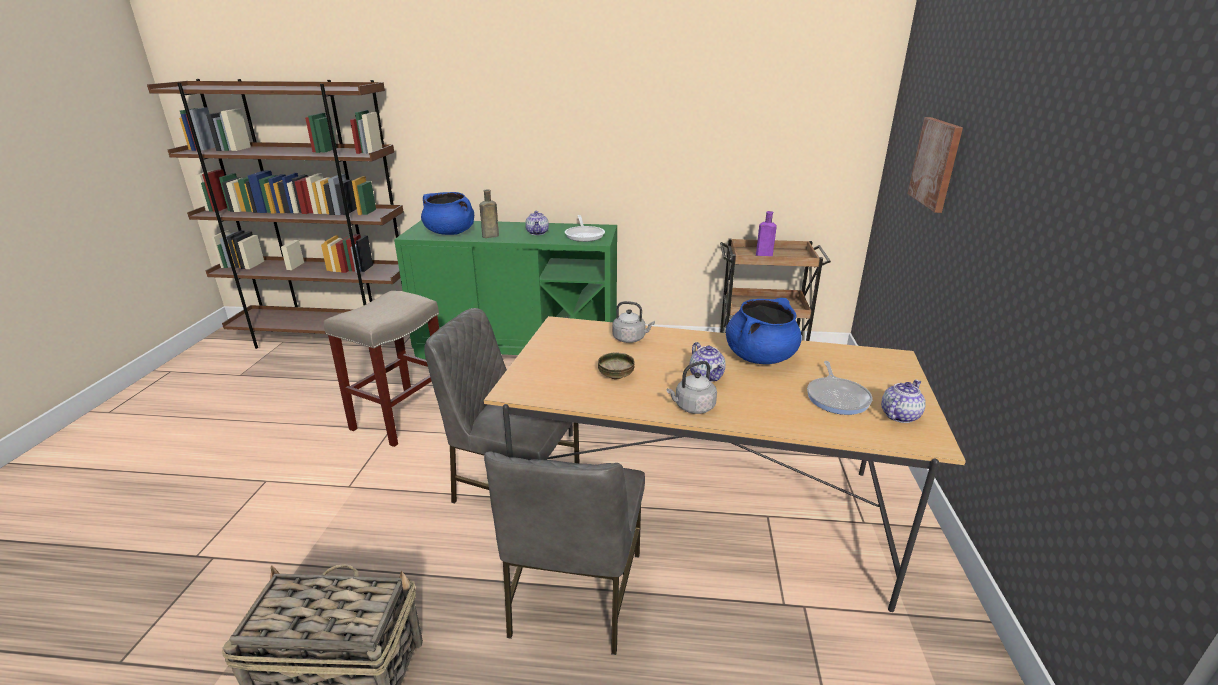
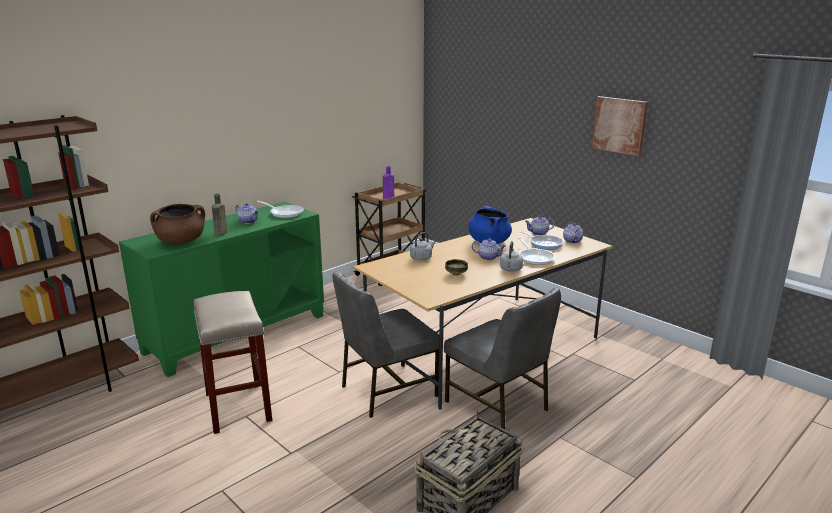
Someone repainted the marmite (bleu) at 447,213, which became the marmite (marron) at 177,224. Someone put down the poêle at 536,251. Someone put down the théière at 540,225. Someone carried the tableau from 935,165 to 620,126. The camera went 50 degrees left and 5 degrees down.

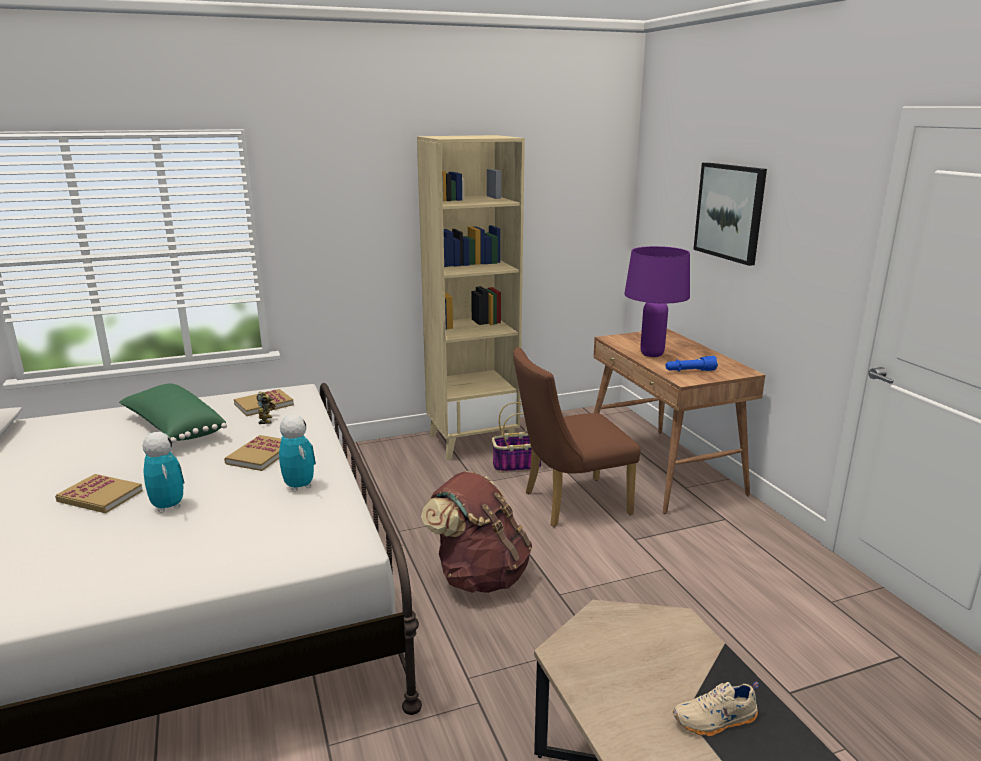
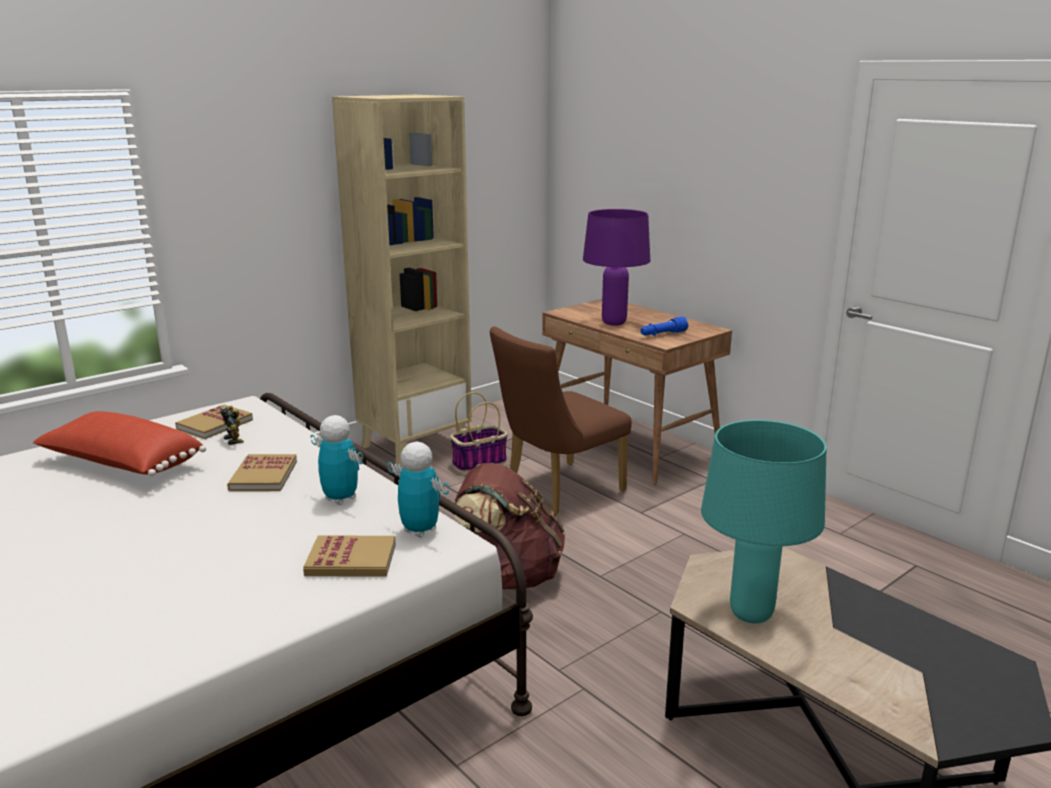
Someone repainted the coussin (vert) at 173,413, which became the coussin (rouge) at 119,443. Someone carried the livre from 99,493 to 349,556. Someone carried the robot jouet from 163,472 to 418,489. Someone put down the lampe de table (turquoise) at 763,521. Someone took away the chaussure (beige) at 716,708. Someone took away the tableau at 730,214. The camera went 20 degrees left and 0 degrees up.

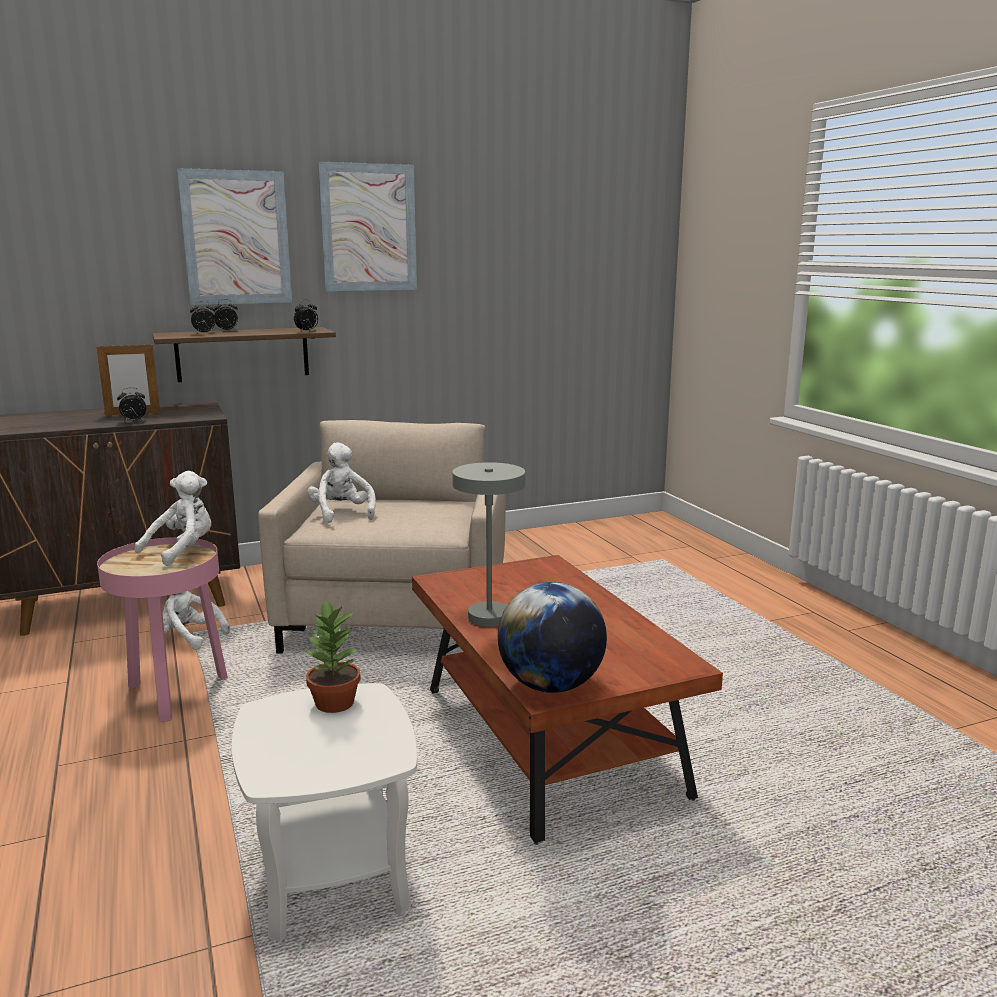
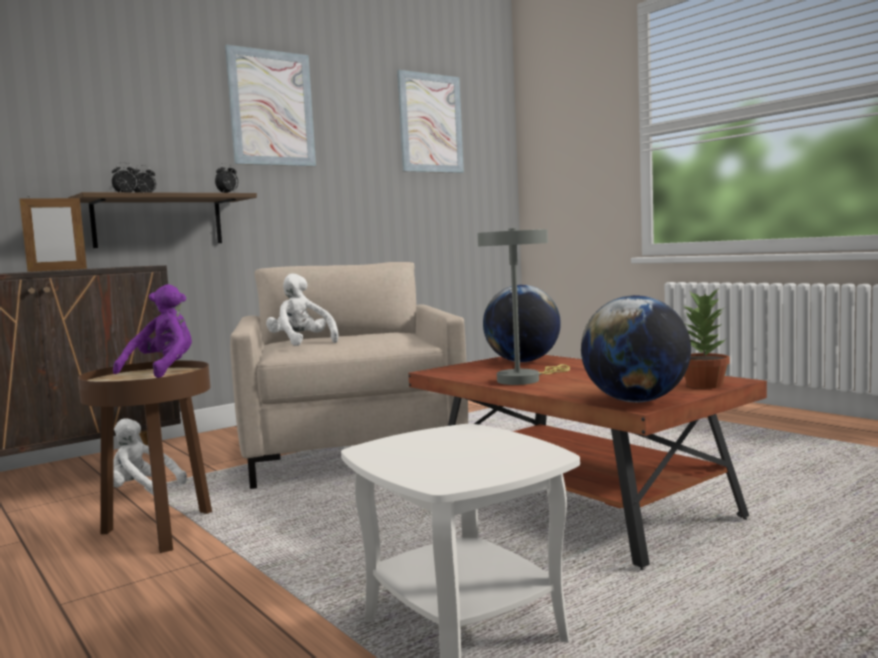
Someone repainted the table d'appoint (rose) at 162,629, which became the table d'appoint (marron) at 145,456. Someone repainted the peluche (blanc) at 173,518, which became the peluche (violet) at 152,331. Someone carried the tableau from 234,236 to 430,121. Someone put down the globe at 522,323. Someone carried the plante en pot from 332,656 to 706,338. Someone took away the réveil at 131,404. The camera went 15 degrees left and 10 degrees down.

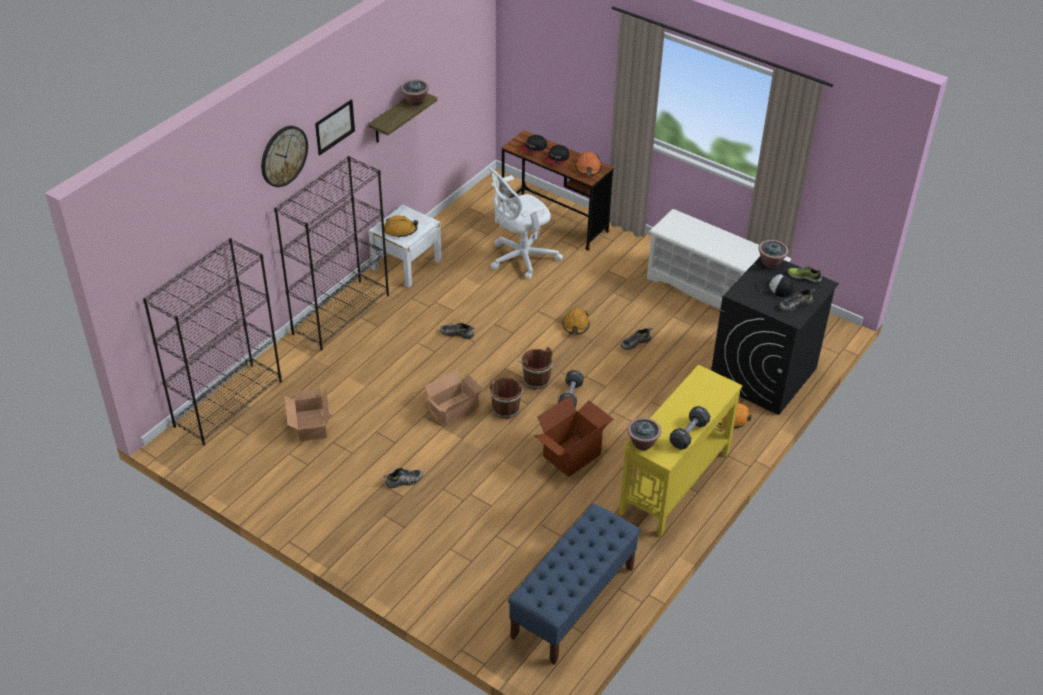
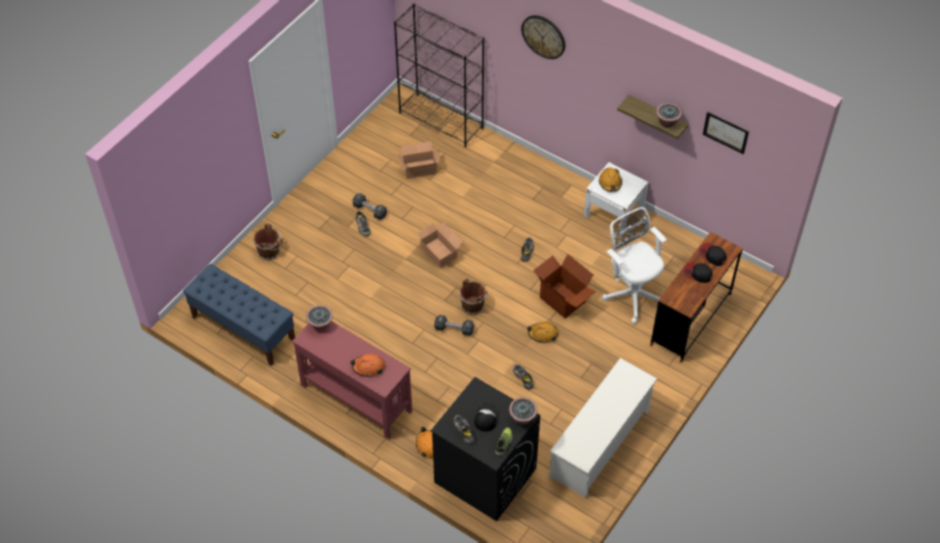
Someone carried the seau (marron) from 507,397 to 268,242. Someone repainted the table console (jaune) at 681,451, which became the table console (rouge) at 352,380. Someone carried the casque de chantier (orange) from 588,163 to 367,365. Someone carried the haltère (noir) from 689,428 to 370,206. Someone carried the carton from 573,436 to 564,286. Someone carried the tableau from 335,127 to 726,133. Someone took away the bibliothèque (noir) at 331,253. The camera went 90 degrees right and 10 degrees up.

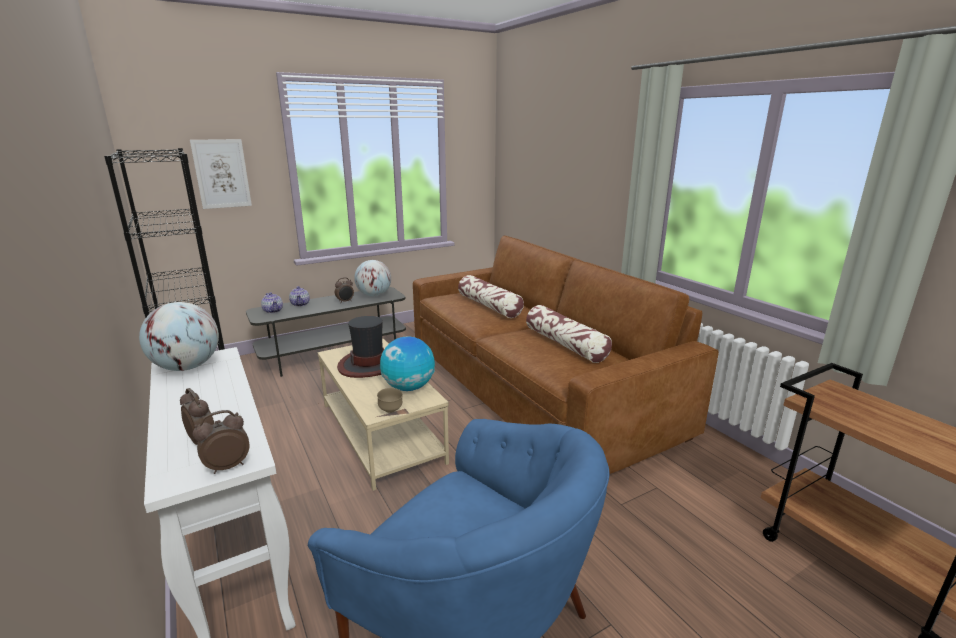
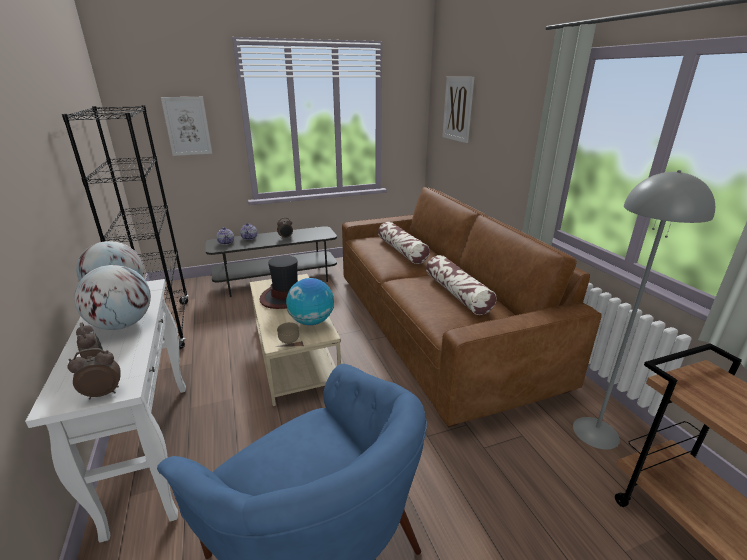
Someone carried the globe from 372,278 to 112,297. Someone put up the tableau at 458,110. Someone put down the lampadaire (gris) at 644,310. The camera went 10 degrees right and 5 degrees up.

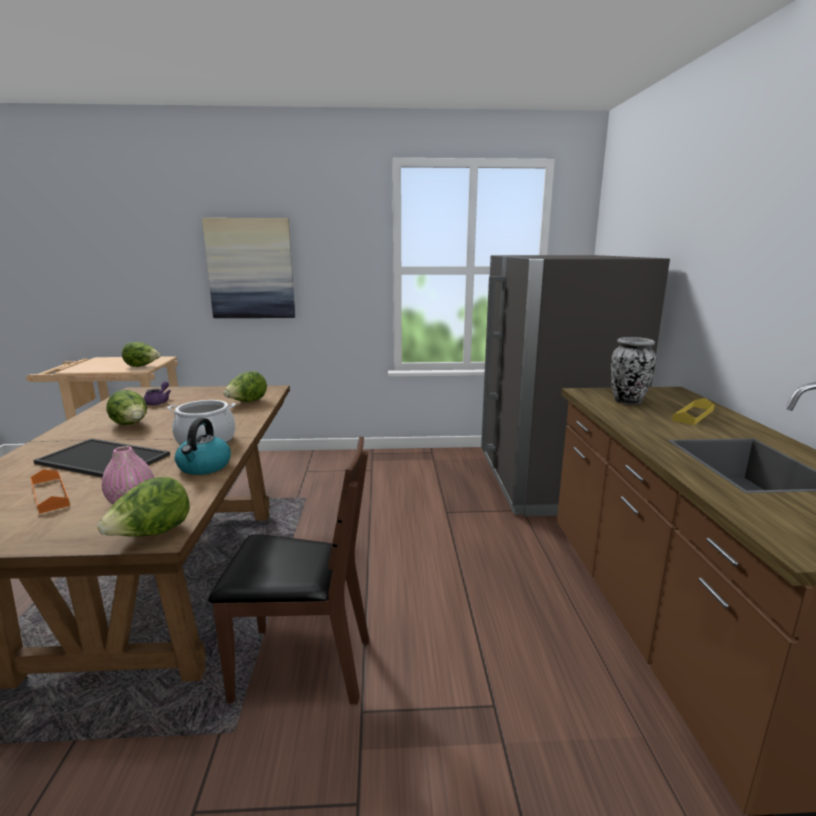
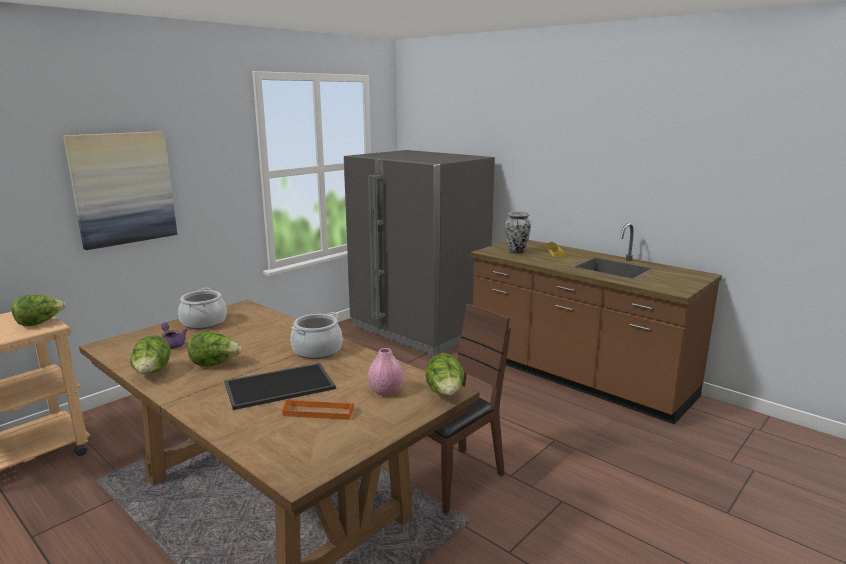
Someone carried the laitue from 245,386 to 150,354. Someone put down the marmite at 202,308. Someone took away the bouilloire at 203,446. The camera went 45 degrees left and 0 degrees up.

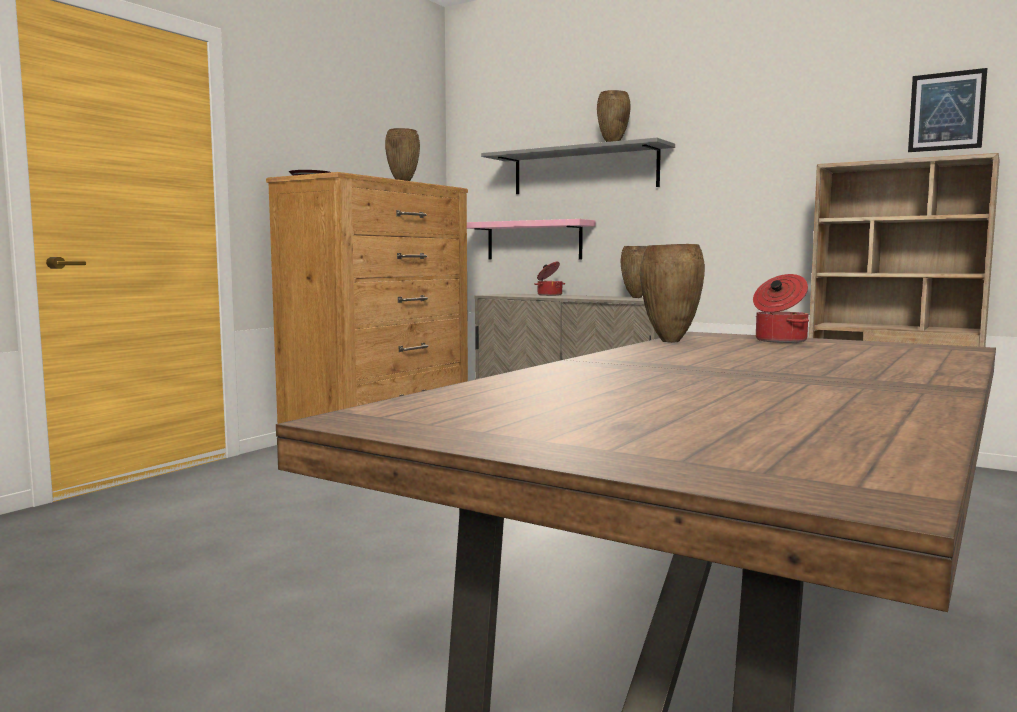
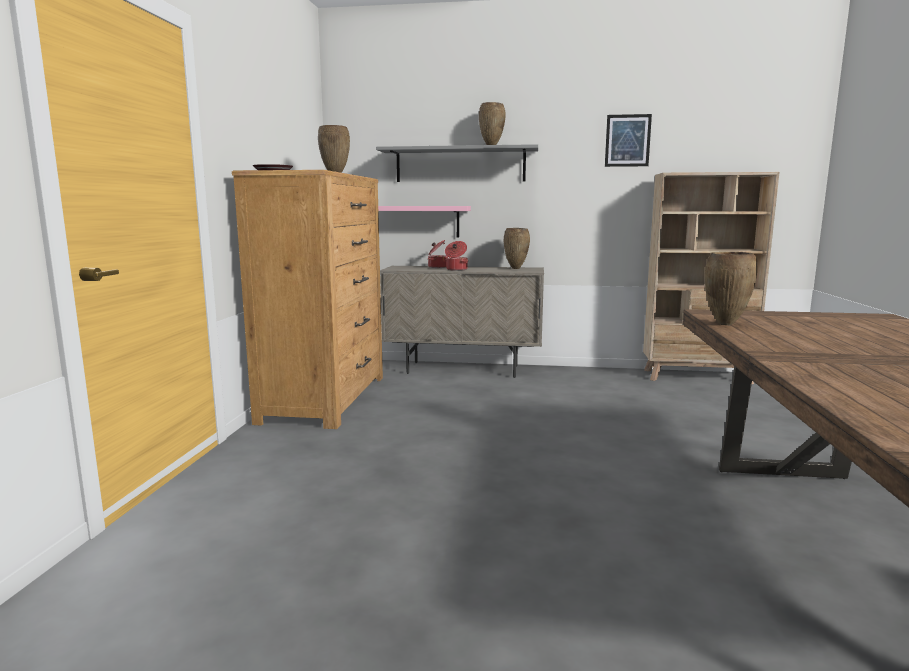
Someone carried the marmite from 781,308 to 456,256. Someone carried the tableau from 947,110 to 628,140. The camera went 25 degrees left and 5 degrees up.

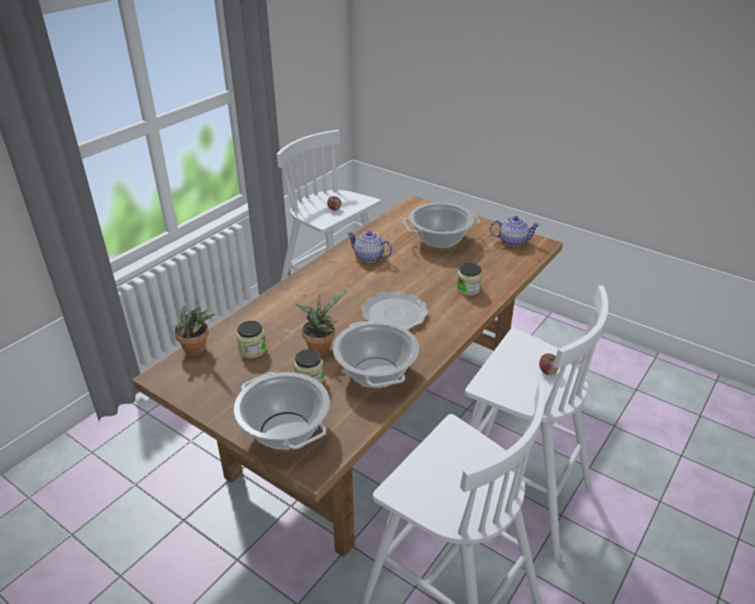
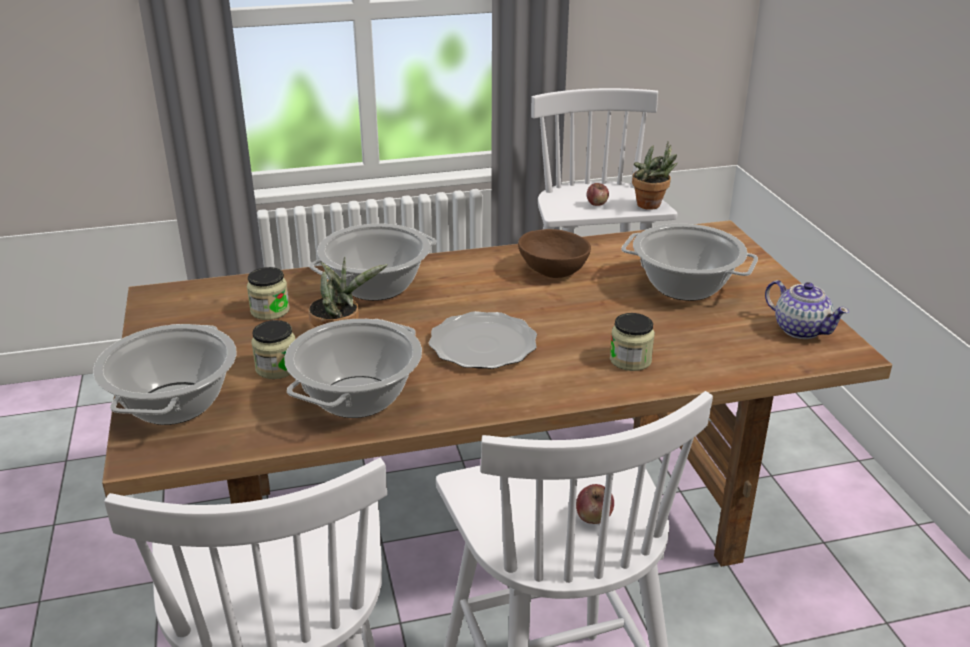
Someone put down the marmite at 373,262. Someone swapped the théière at 370,247 for the bol (marron) at 554,253. Someone carried the plante en pot from 194,326 to 655,175. The camera went 40 degrees right and 5 degrees down.

